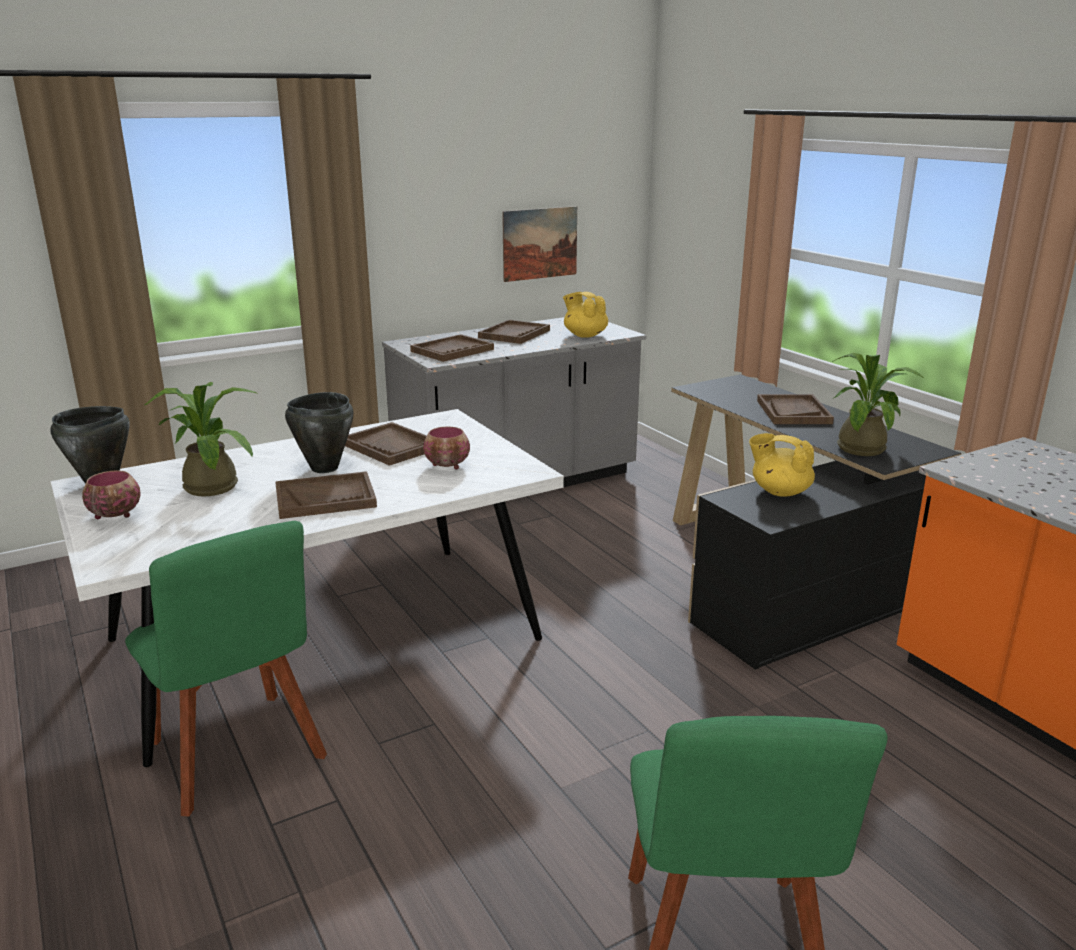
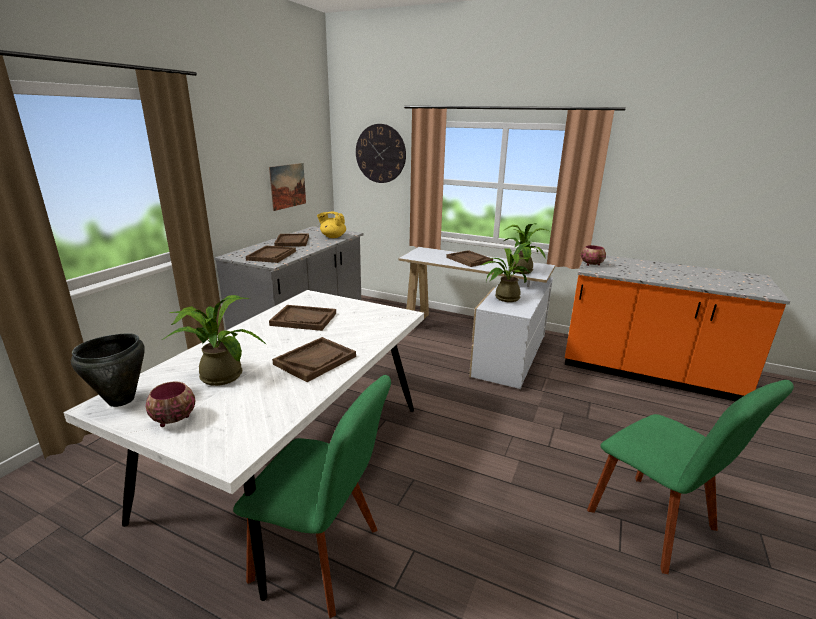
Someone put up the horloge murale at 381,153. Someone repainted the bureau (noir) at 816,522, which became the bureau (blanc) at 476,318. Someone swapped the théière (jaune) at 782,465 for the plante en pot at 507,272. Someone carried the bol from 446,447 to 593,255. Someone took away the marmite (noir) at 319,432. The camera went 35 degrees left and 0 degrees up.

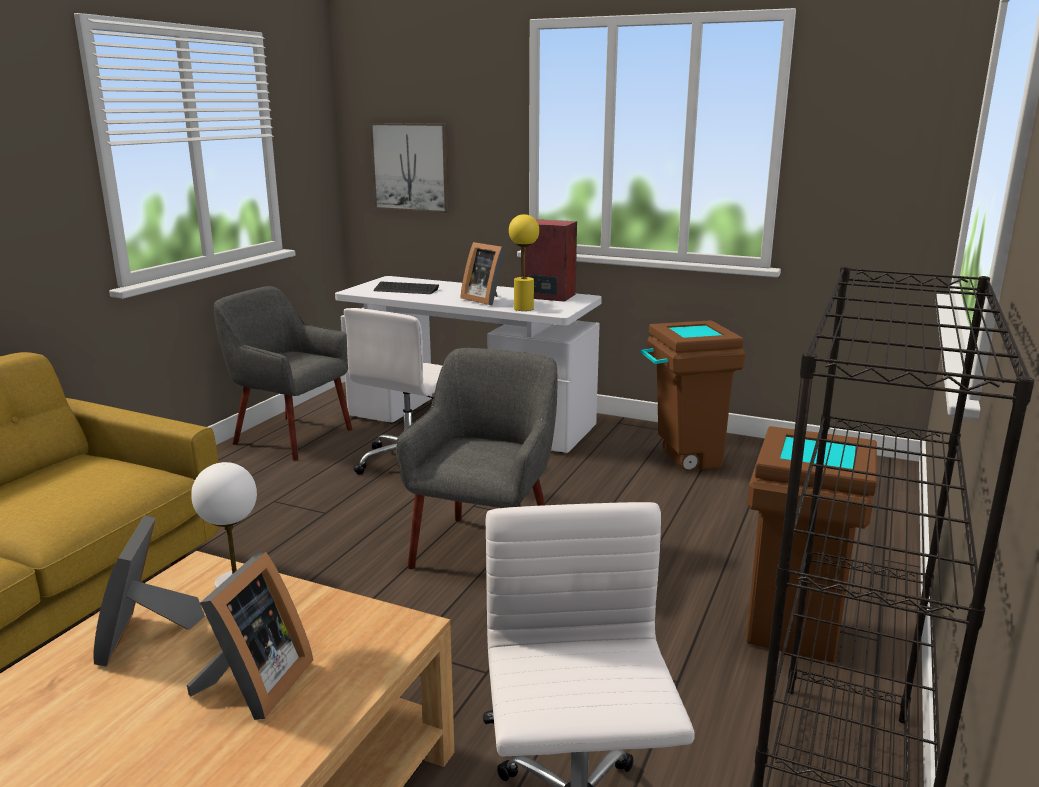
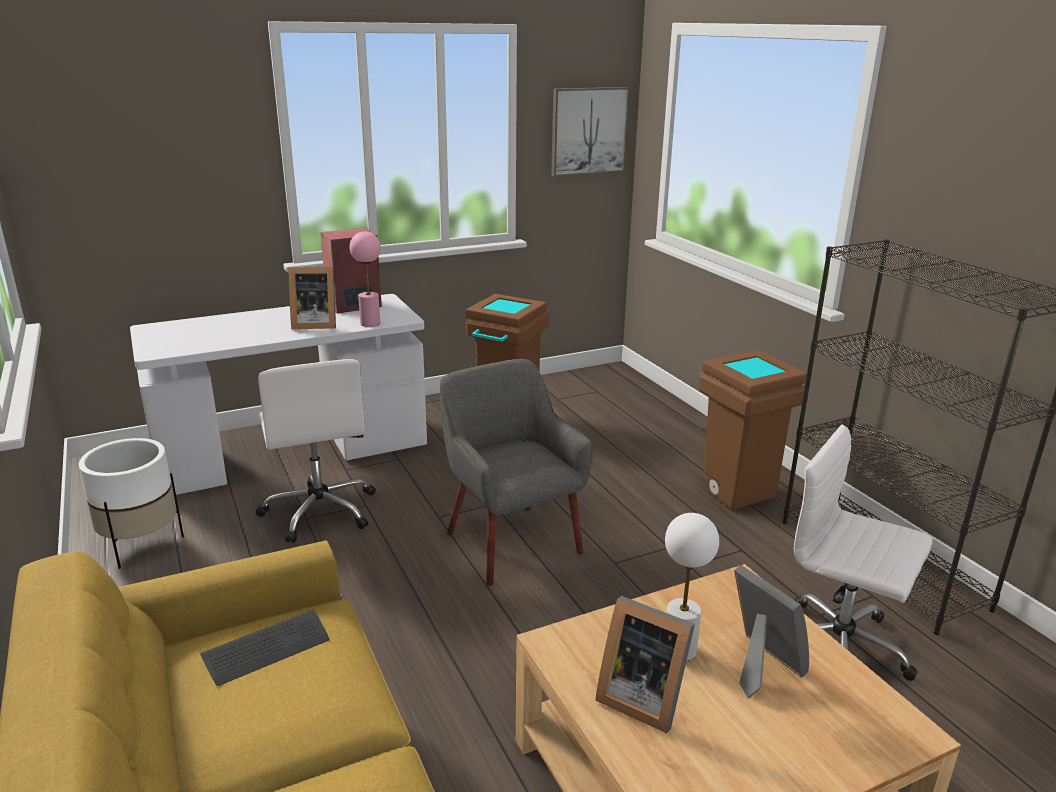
Someone swapped the fauteuil (gris) at 283,373 for the cache-pot (blanc) at 131,503. Someone carried the clavier from 406,288 to 264,648. Someone repainted the lampe de table (jaune) at 524,262, which became the lampe de table (rose) at 365,279. Someone carried the tableau from 409,168 to 590,132. The camera went 50 degrees left and 5 degrees up.

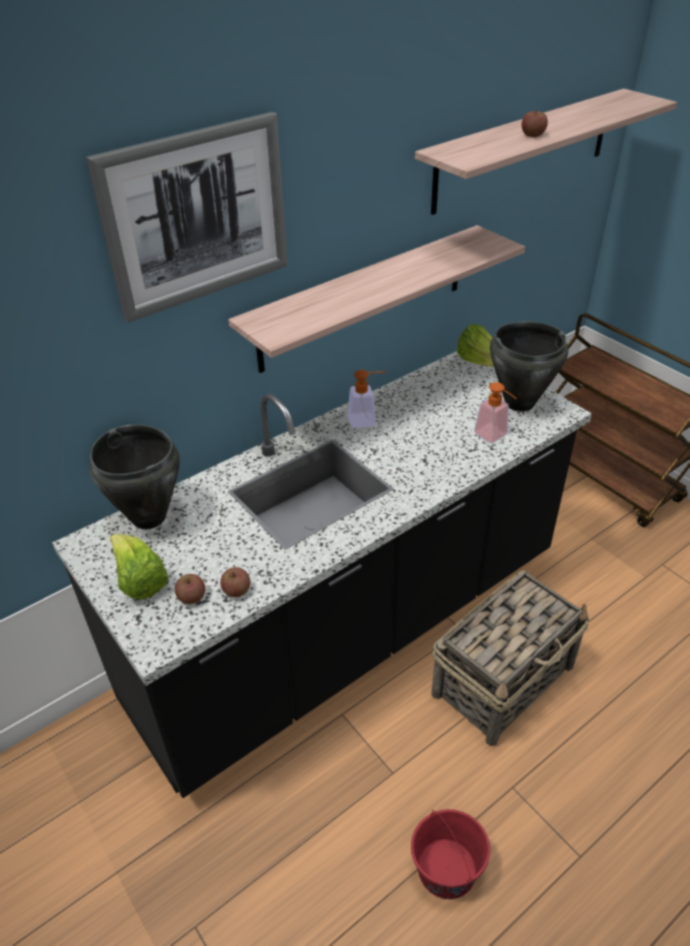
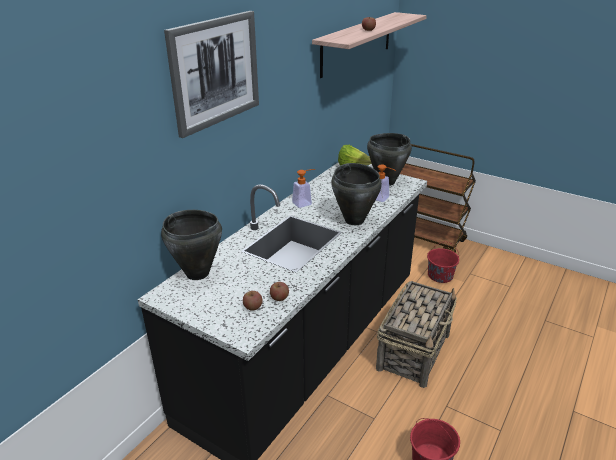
Someone put down the marmite (noir) at 356,194. Someone put down the seau (rouge) at 443,262. Someone took away the laitue at 139,567. Someone took away the étagère at 376,299. The camera went 20 degrees left and 10 degrees down.

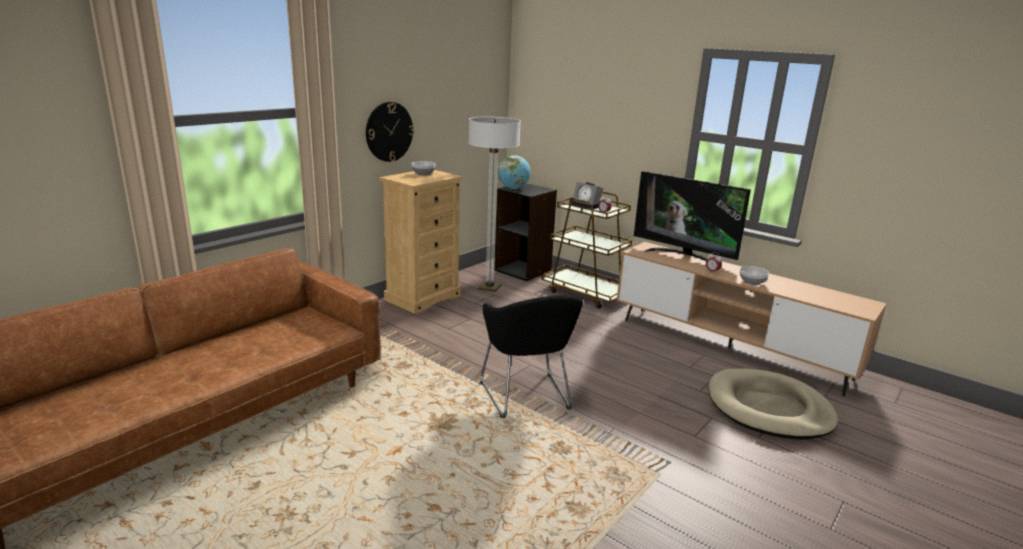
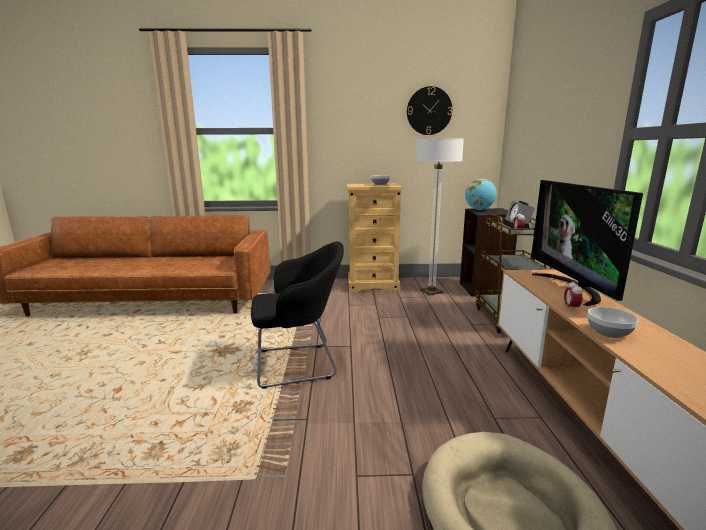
Someone rotated the fauteuil (noir) at 531,357 by 135 degrees counterclockwise. Someone carried the horloge murale from 390,132 to 429,110. The camera went 50 degrees right and 5 degrees down.

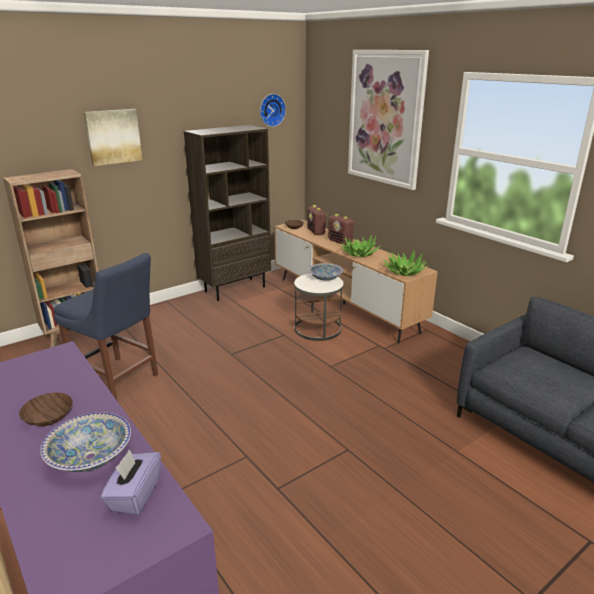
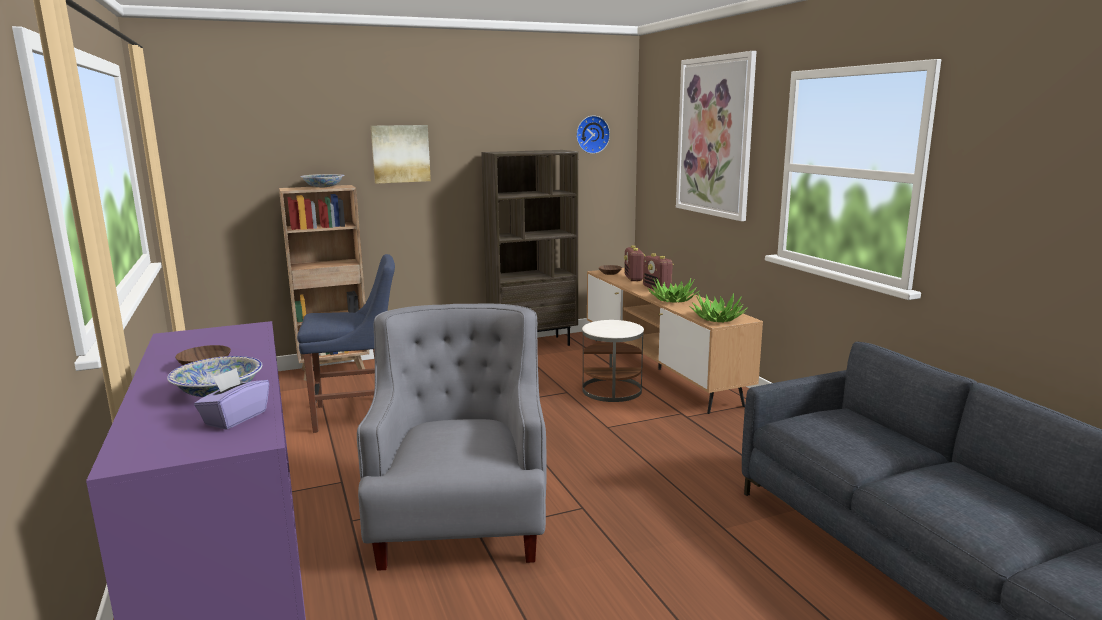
Someone rotated the chaise (bleu) at 105,327 by 60 degrees counterclockwise. Someone carried the bol from 325,272 to 323,181. Someone put down the fauteuil (gris) at 451,437. The camera went 15 degrees right and 10 degrees down.

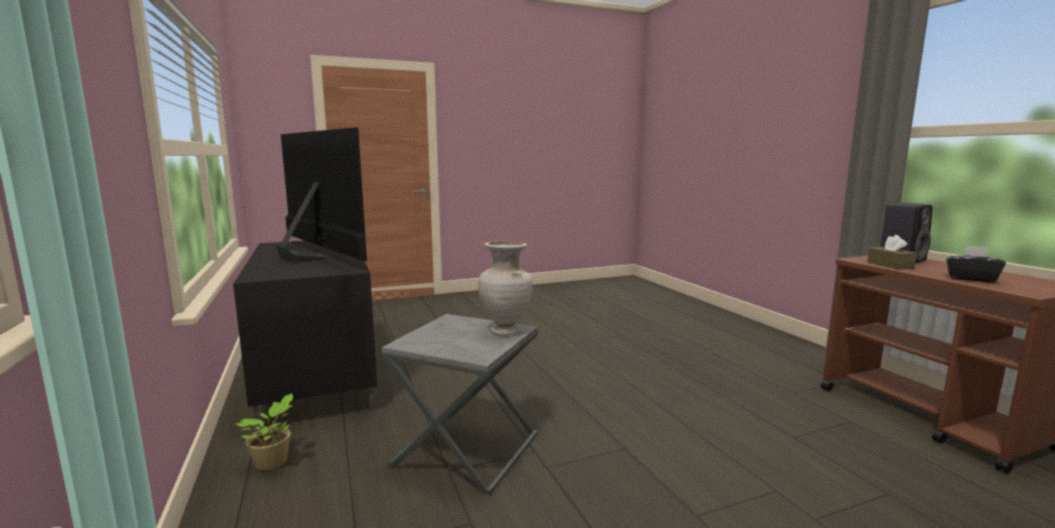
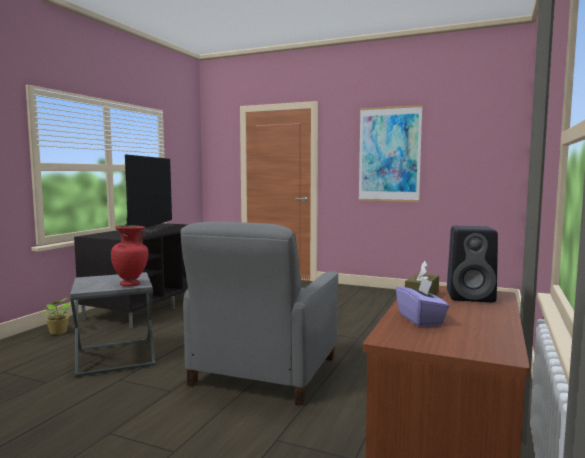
Someone repainted the vase (beige) at 505,288, which became the vase (rouge) at 129,255. Someone put down the fauteuil (gris) at 259,313. Someone put up the tableau at 390,153. Someone repainted the boîte à mouchoirs (noir) at 976,264, which became the boîte à mouchoirs (violet) at 422,302. The camera went 45 degrees right and 5 degrees down.

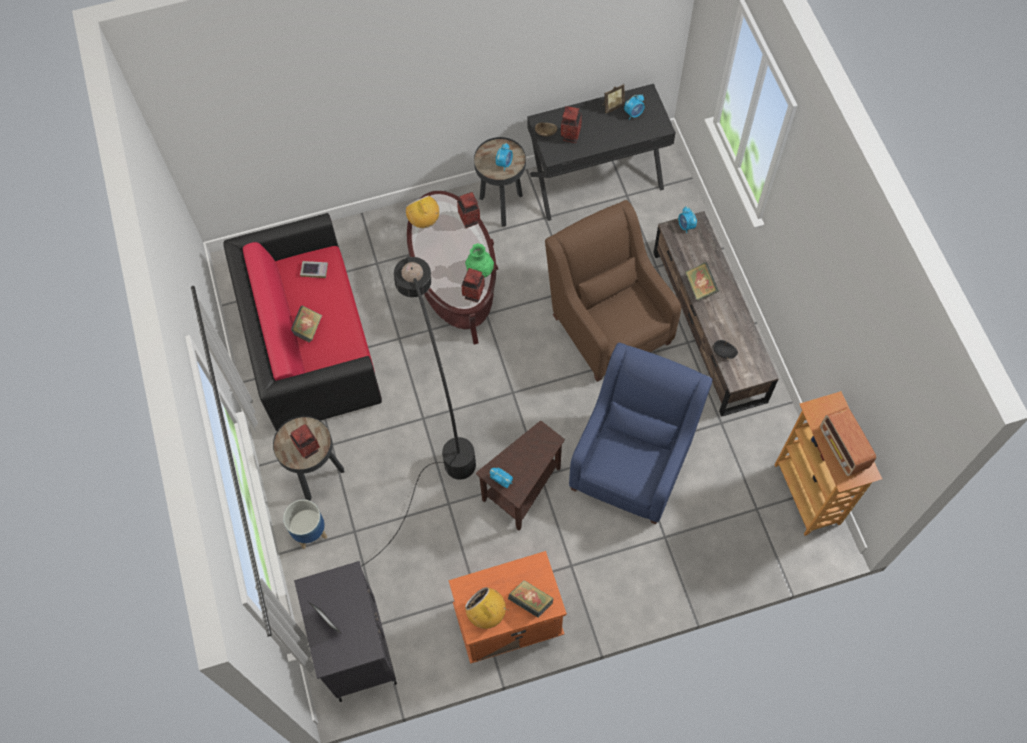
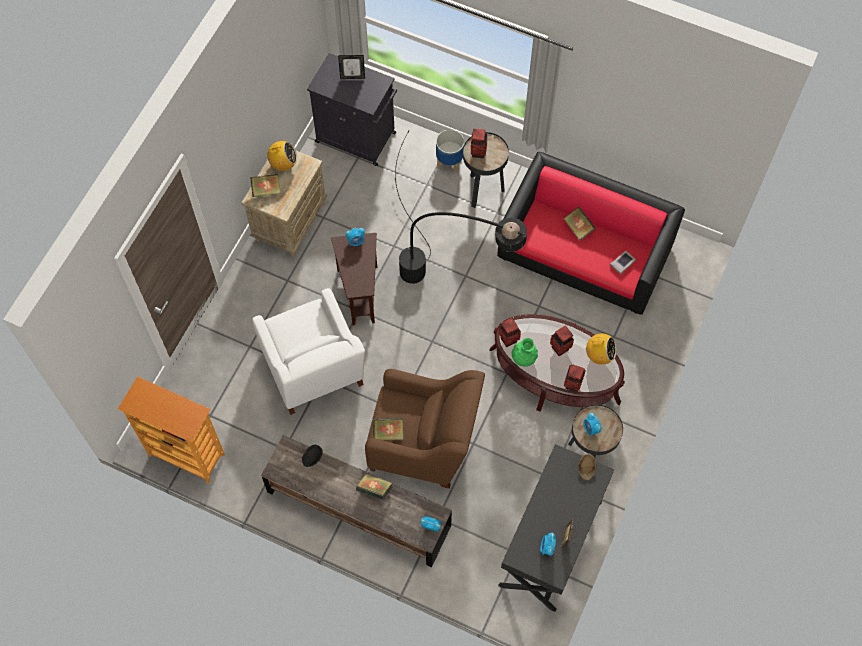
Someone repainted the table de chevet (orange) at 507,607, which became the table de chevet (beige) at 285,203. Someone repainted the fauteuil (bleu) at 640,433, which became the fauteuil (blanc) at 308,351. Someone put down the livre at 388,429. Someone carried the vase from 571,124 to 562,340. Someone took away the radio at 848,441. The camera went 130 degrees right and 0 degrees up.

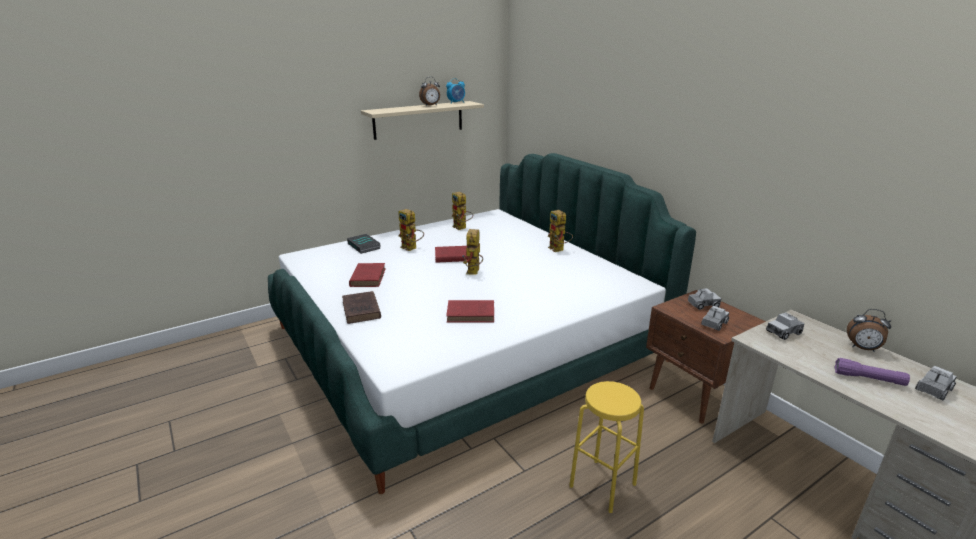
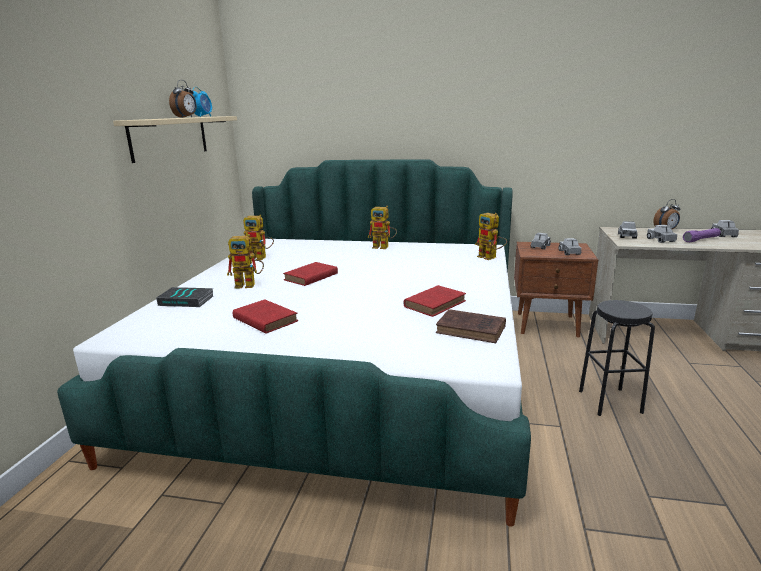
Someone carried the livre (marron) from 361,307 to 471,326. Someone carried the robot jouet from 472,252 to 491,236. Someone repainted the tabouret (jaune) at 606,447, which became the tabouret (noir) at 617,358. Someone put down the camion jouet at 662,234. The camera went 45 degrees left and 5 degrees down.

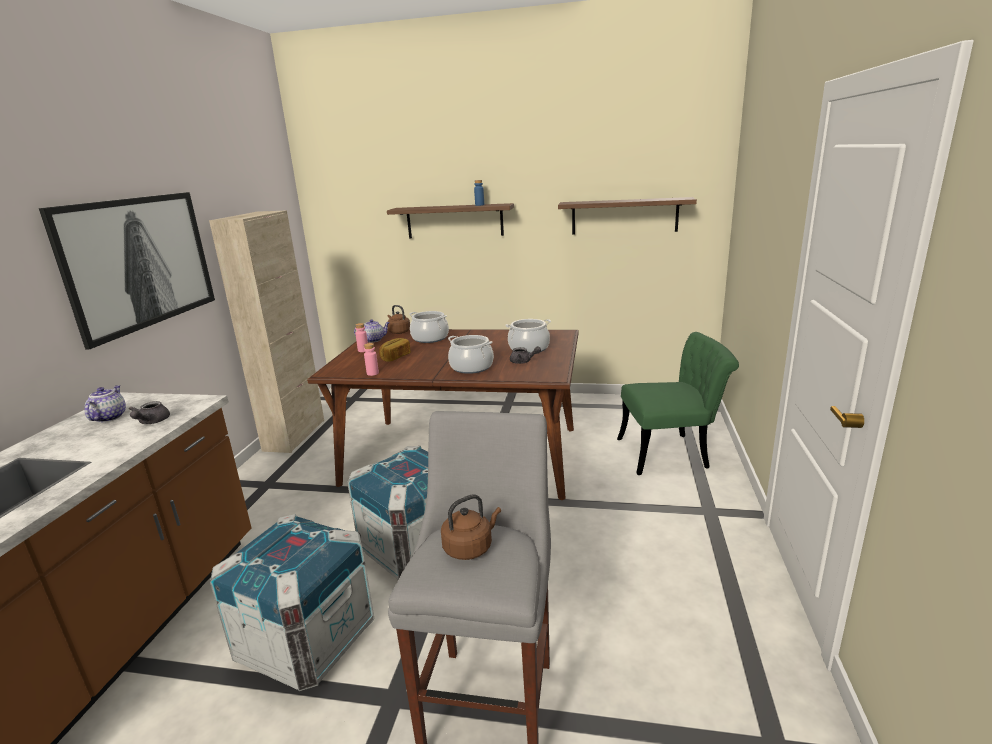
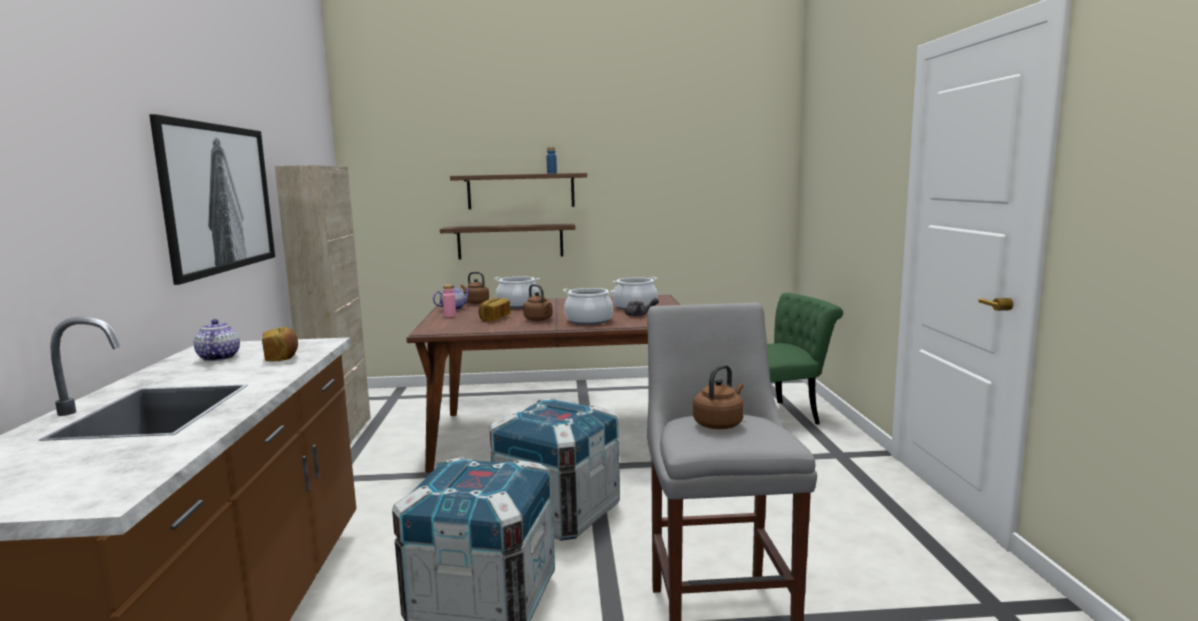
Someone swapped the théière (gris) at 149,412 for the pain at 280,344. Someone carried the étagère from 627,216 to 507,241. Someone put down the bouilloire (marron) at 538,302. Someone took away the bouteille (rose) at 371,359. The camera went 15 degrees left and 10 degrees down.

